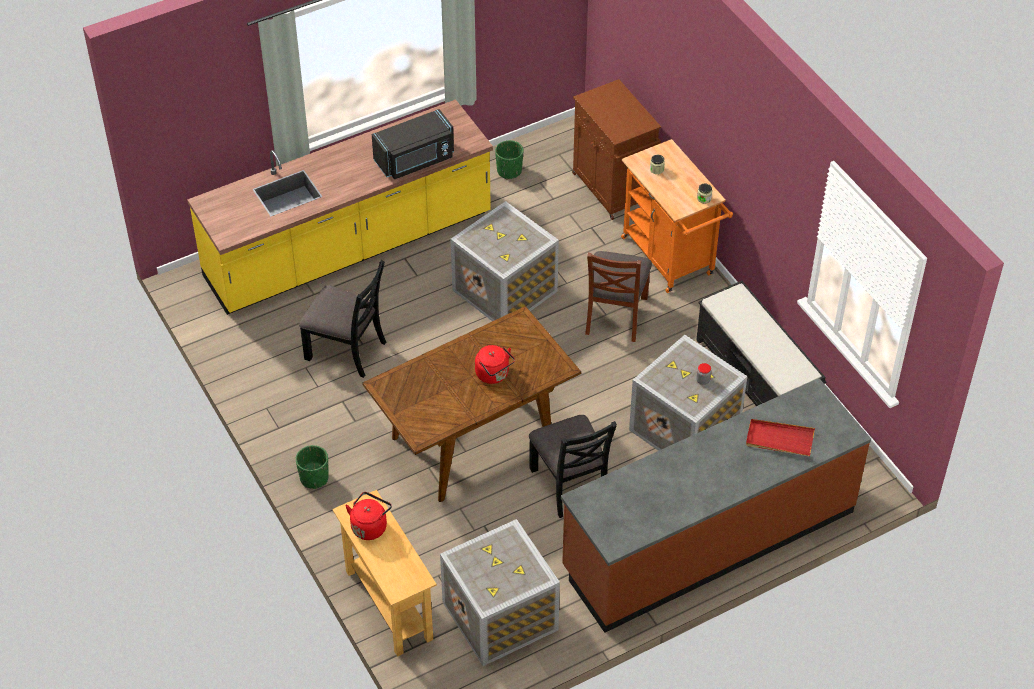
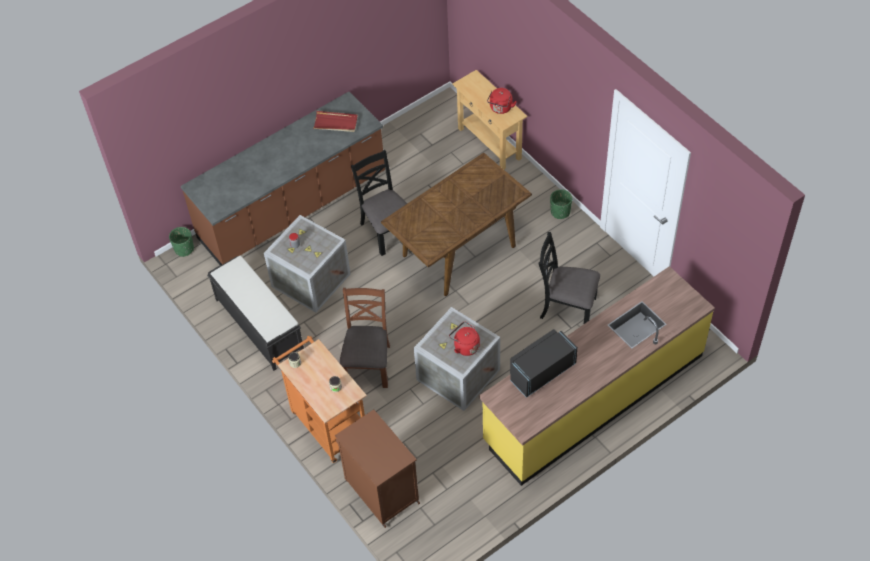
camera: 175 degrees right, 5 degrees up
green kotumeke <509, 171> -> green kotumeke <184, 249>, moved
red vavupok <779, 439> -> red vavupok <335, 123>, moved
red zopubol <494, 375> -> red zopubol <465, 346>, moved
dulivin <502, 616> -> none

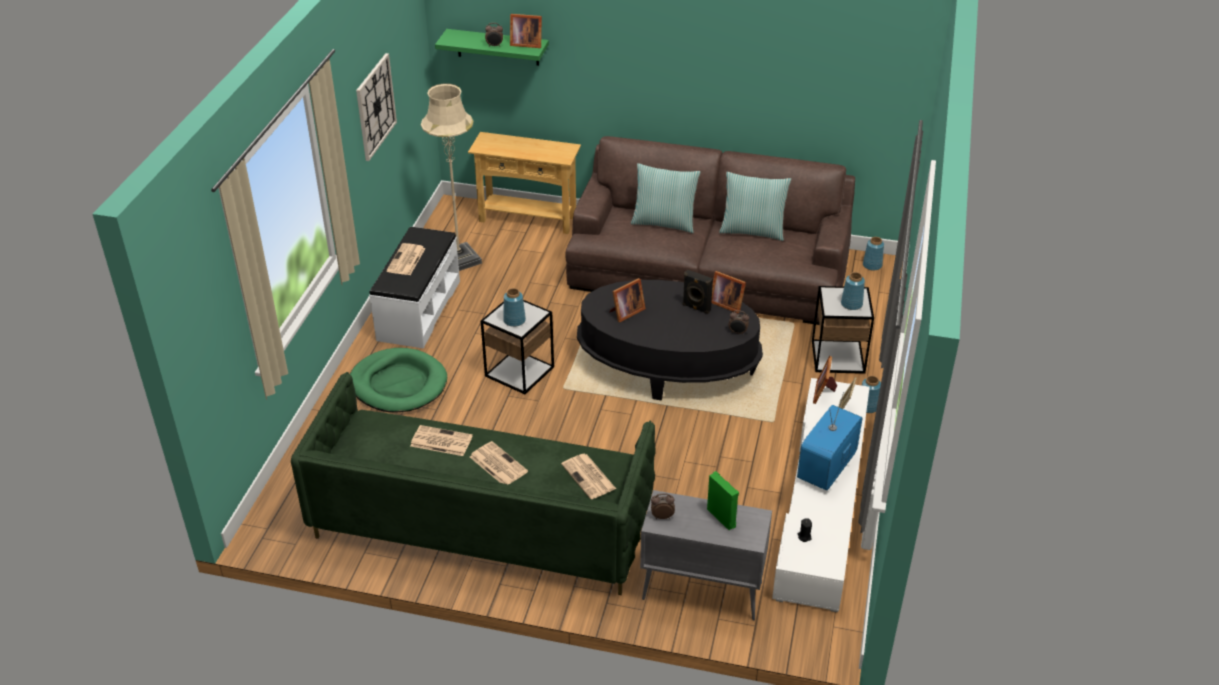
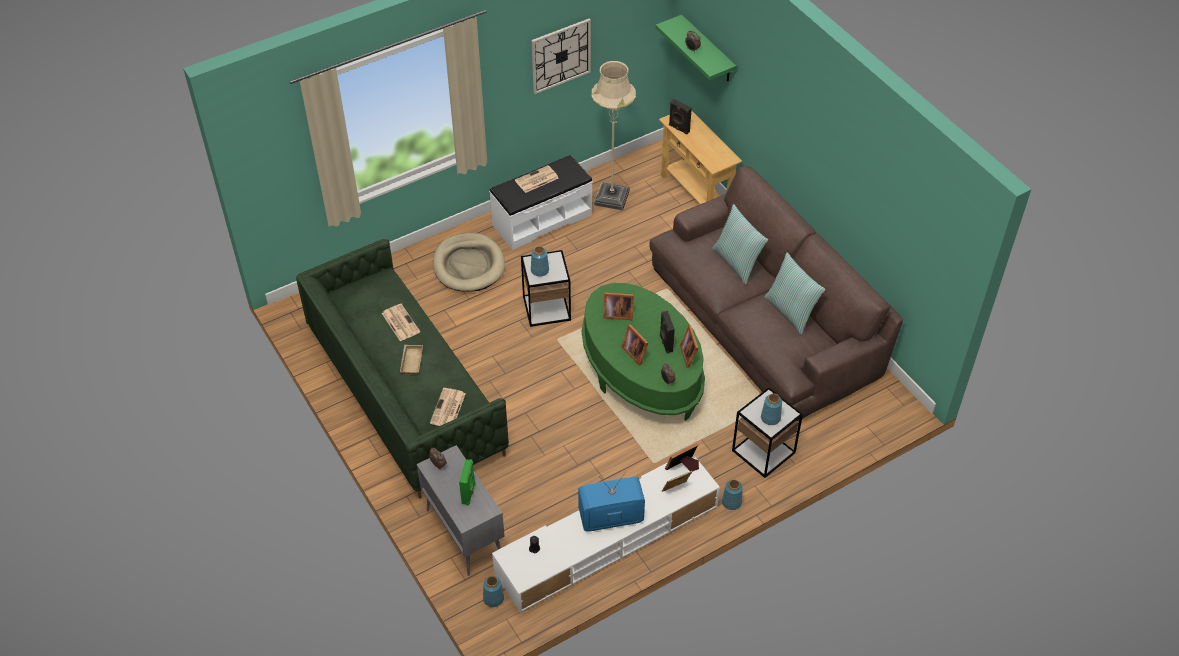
camera: 45 degrees right, 10 degrees up
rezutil <497, 464> -> beige vavupok <410, 361>
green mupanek <398, 384> -> beige mupanek <469, 265>
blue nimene <872, 265> -> blue nimene <493, 598>, moved
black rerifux <667, 365> -> green rerifux <641, 372>
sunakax <525, 43> -> sunakax <635, 352>, moved
none -> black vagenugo <678, 129>

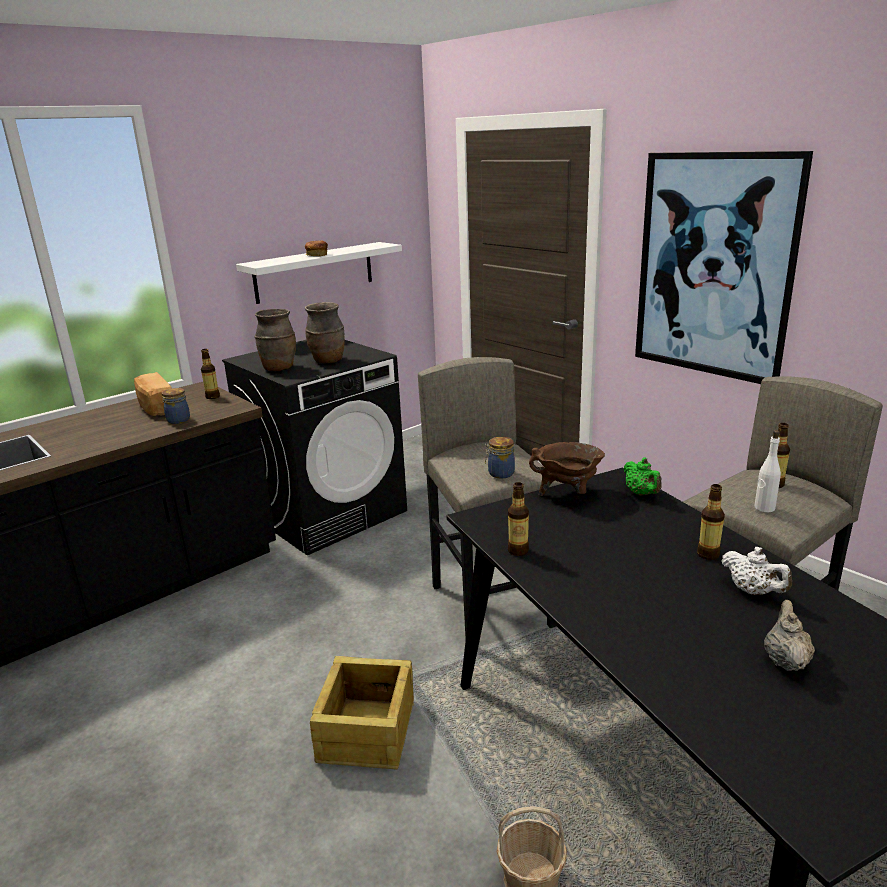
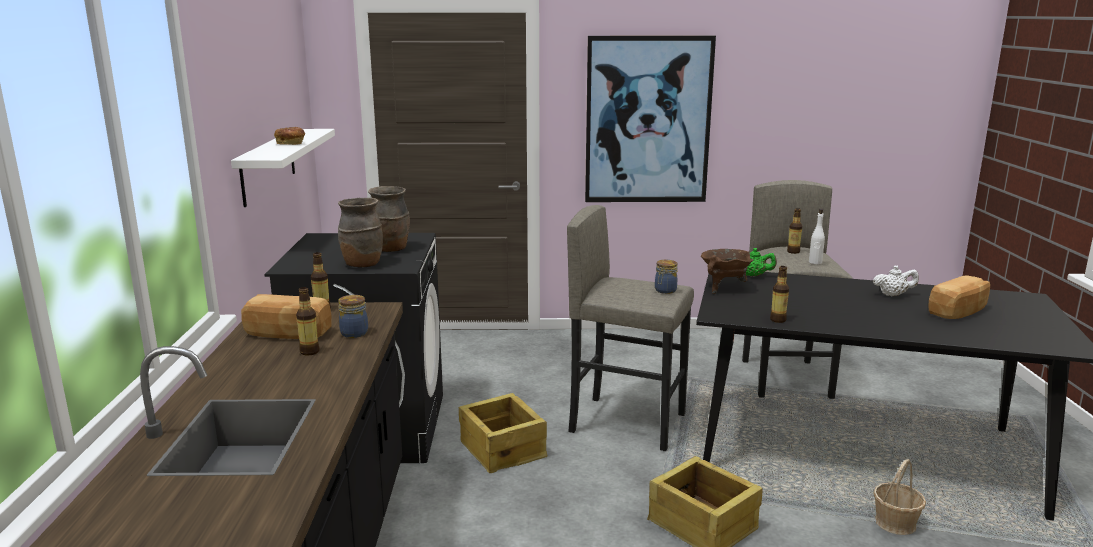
camera: 50 degrees left, 5 degrees down
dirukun <708, 554> -> dirukun <309, 352>, moved
none -> dulivin <503, 449>
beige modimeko <785, 660> -> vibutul <959, 312>

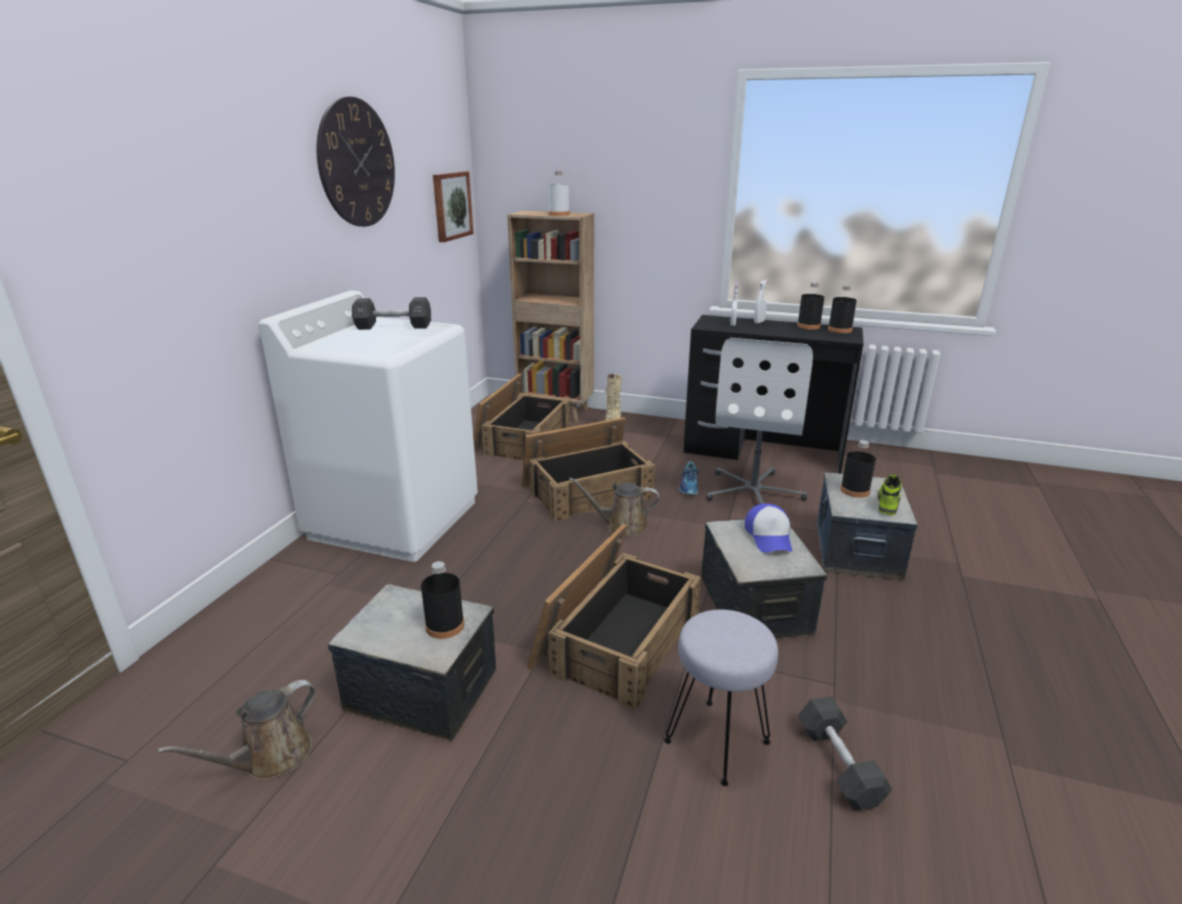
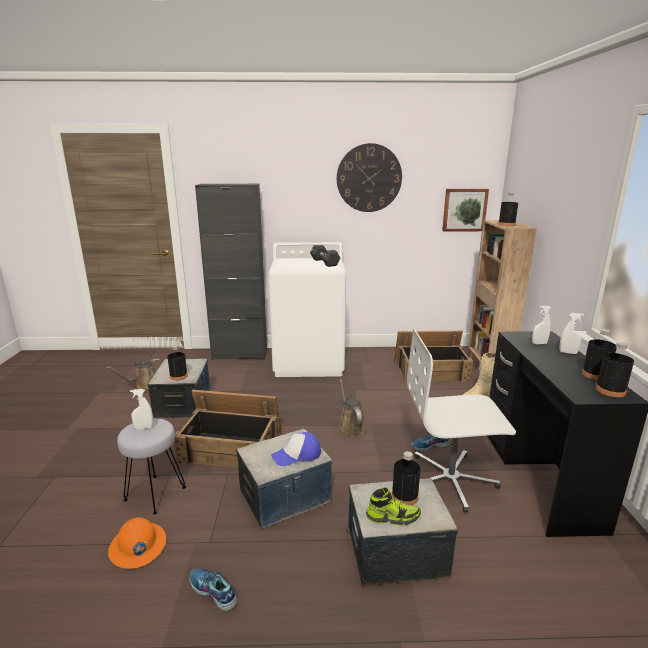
camera: 70 degrees right, 5 degrees down
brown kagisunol <270, 758> -> brown kagisunol <144, 386>, 60 degrees counterclockwise
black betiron <839, 764> -> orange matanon <137, 546>
none -> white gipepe <144, 428>
none -> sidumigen <213, 592>
none -> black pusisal <240, 354>
white dirukun <559, 214> -> black dirukun <506, 225>
dulivin <587, 490> -> none

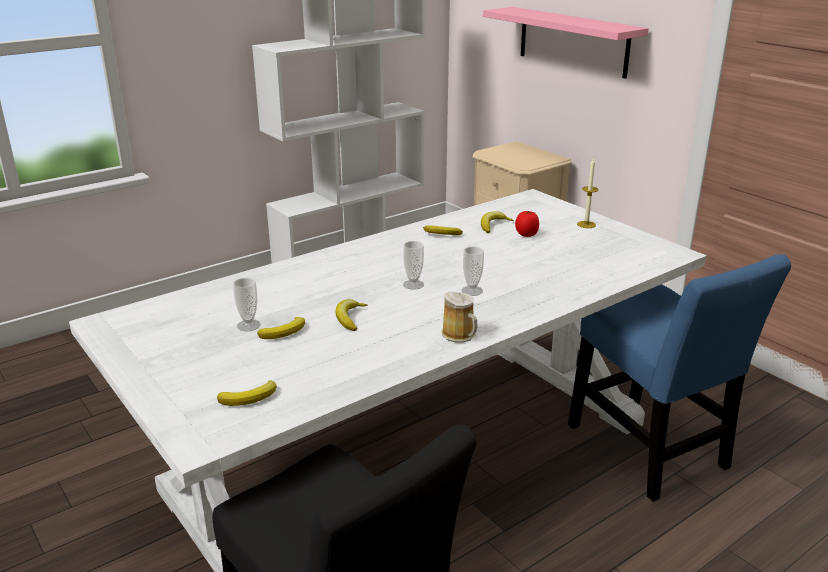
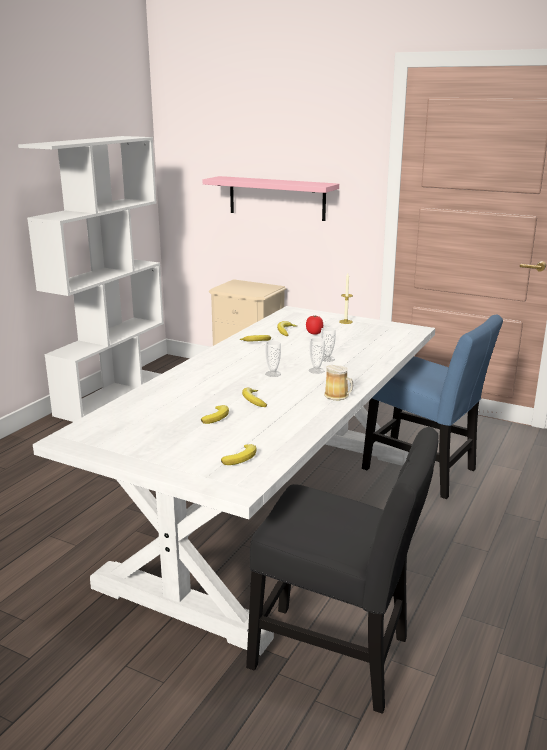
camera: 25 degrees left, 5 degrees down
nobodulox <248, 325> -> nobodulox <327, 359>, moved

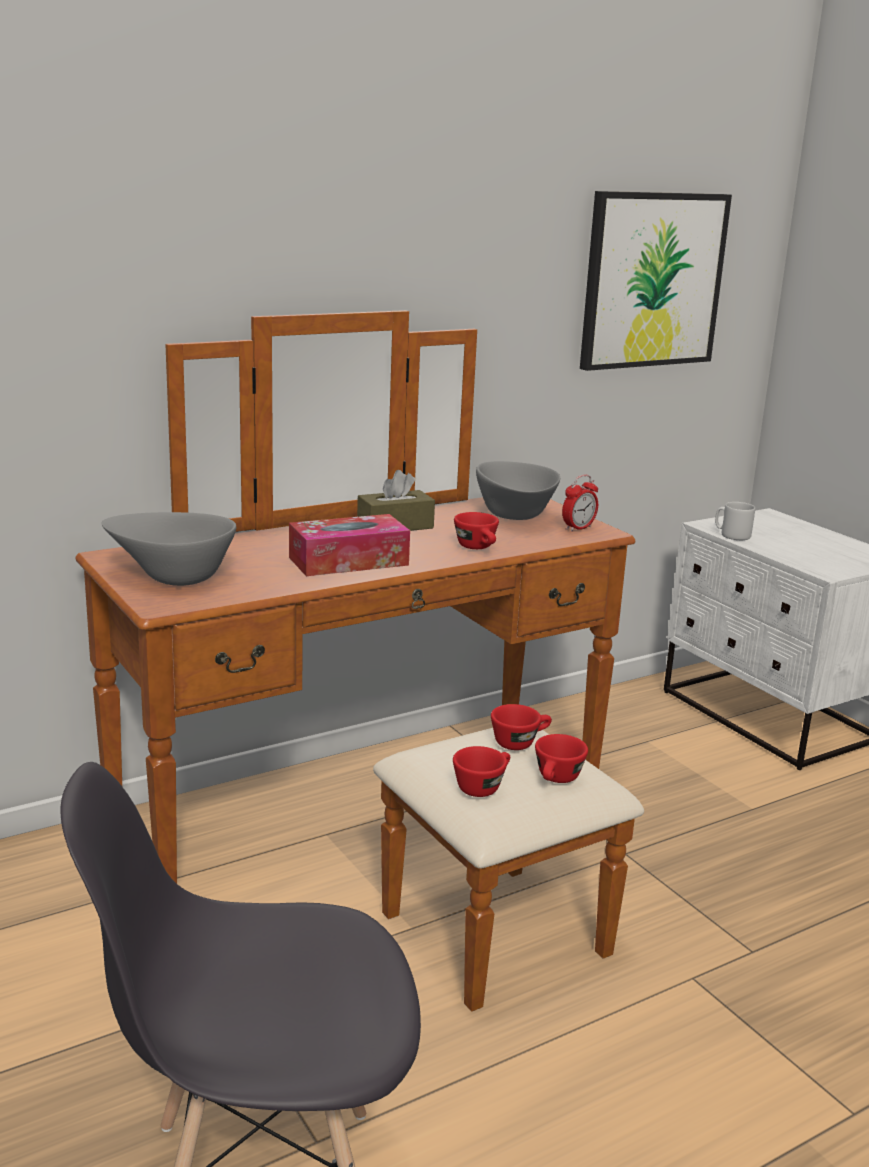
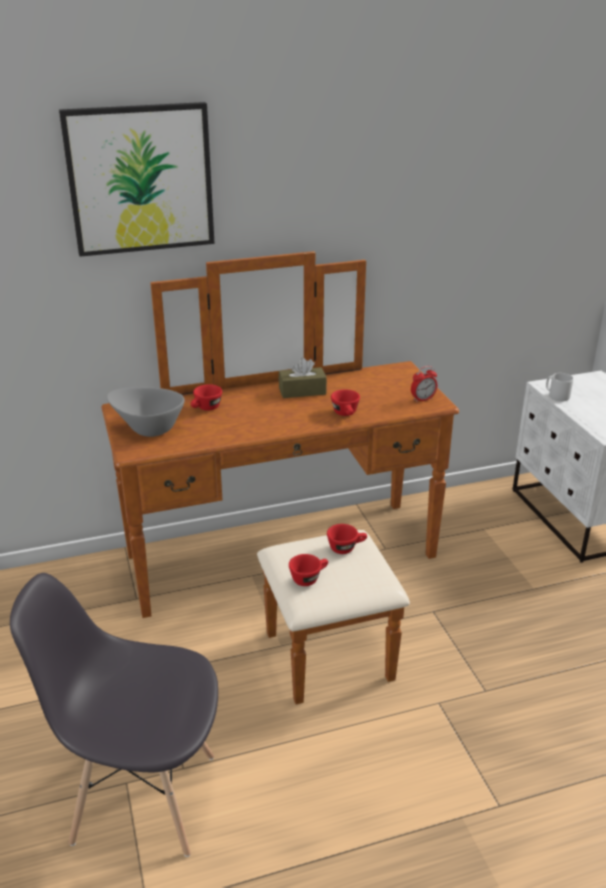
camera: 15 degrees right, 10 degrees up
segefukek <652, 280> -> segefukek <140, 179>, moved
red nobodulox <557, 779> -> red nobodulox <206, 408>, moved
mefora <348, 561> -> none
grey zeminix <515, 517> -> none

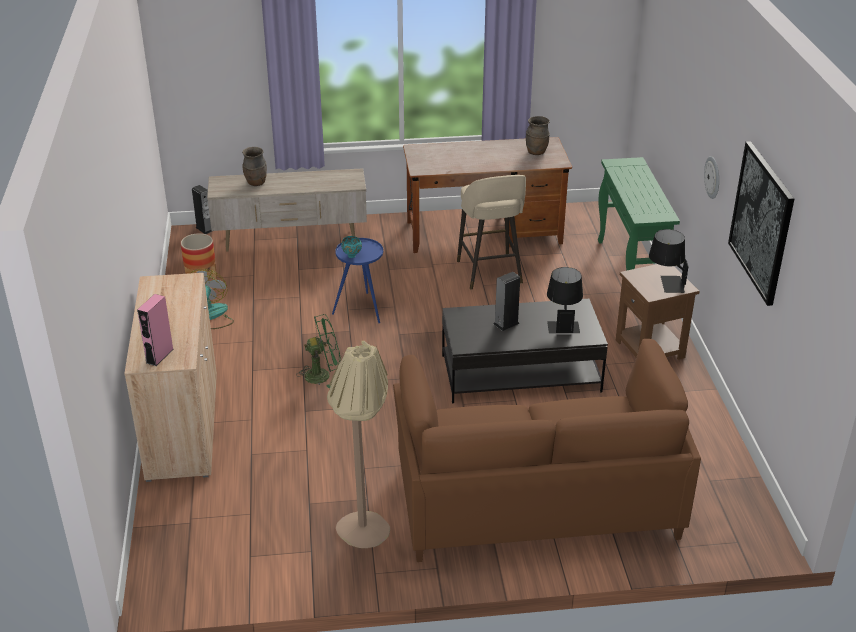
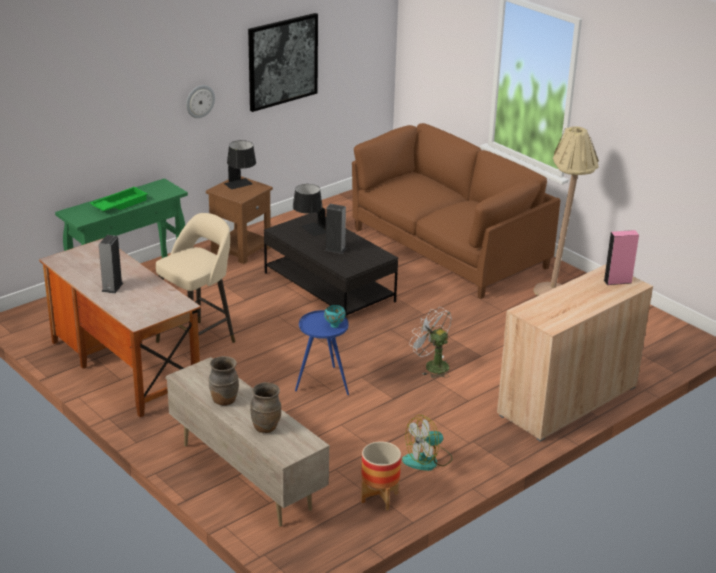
camera: 125 degrees left, 5 degrees down
none -> green vavupok <119, 204>
vagenugo <205, 228> -> vagenugo <112, 287>, moved
brown nimene <536, 152> -> brown nimene <224, 400>, moved
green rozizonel <323, 375> -> white rozizonel <432, 365>

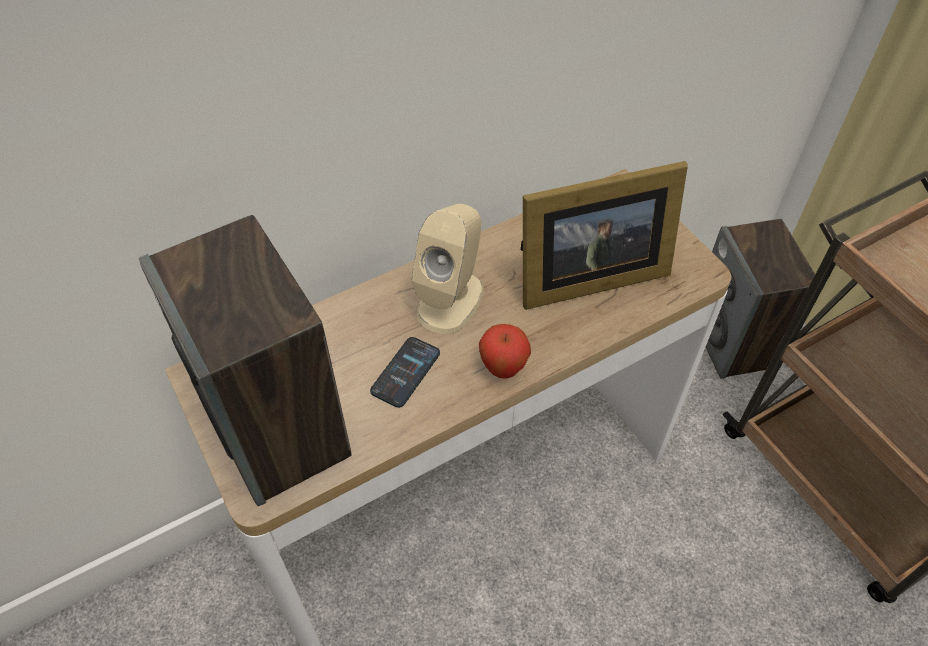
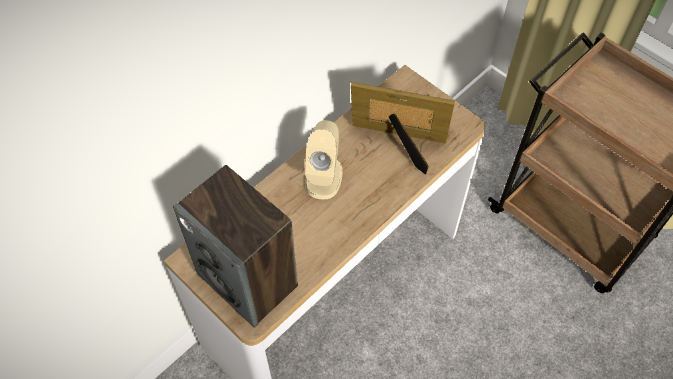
camera: 15 degrees left, 5 degrees up
sunakax <585, 276> -> sunakax <400, 143>, 135 degrees counterclockwise
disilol <405, 372> -> none
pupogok <503, 368> -> none
vagenugo <733, 341> -> none

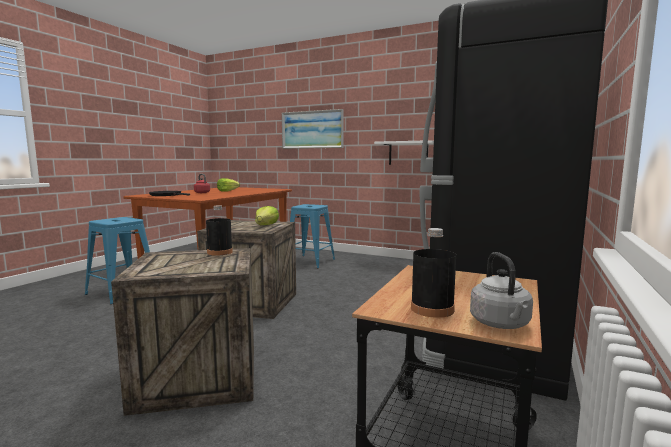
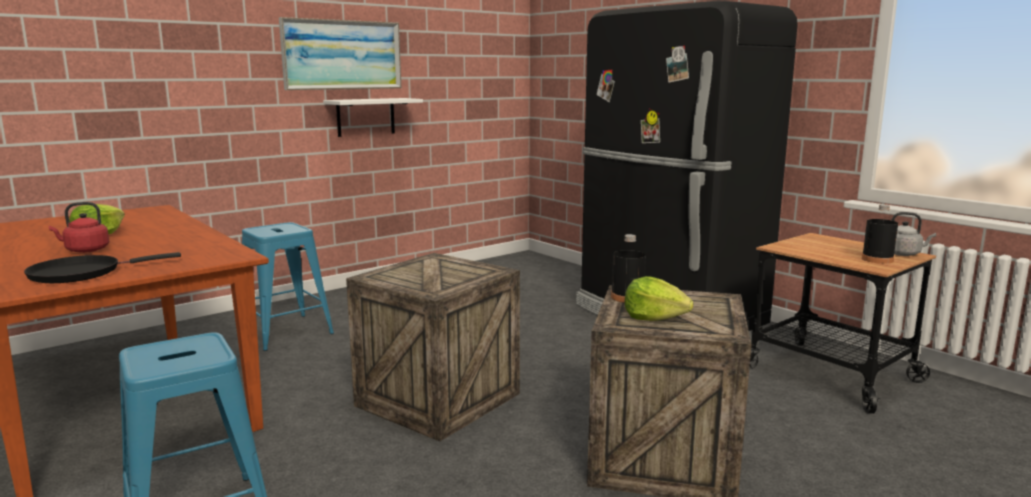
camera: 65 degrees left, 5 degrees up
segefukek <312, 129> -> segefukek <342, 55>, moved
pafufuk <266, 225> -> pafufuk <654, 317>, moved

